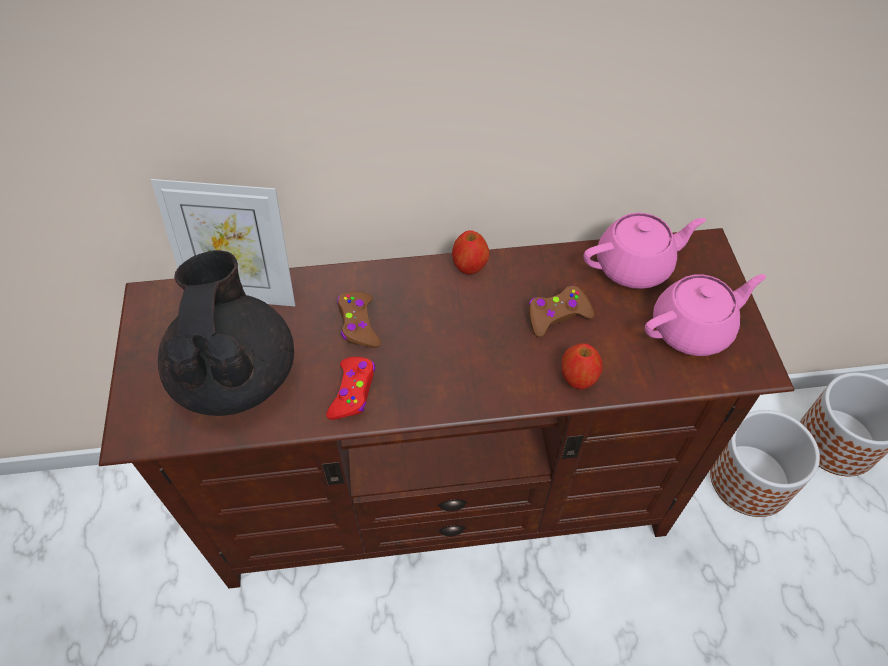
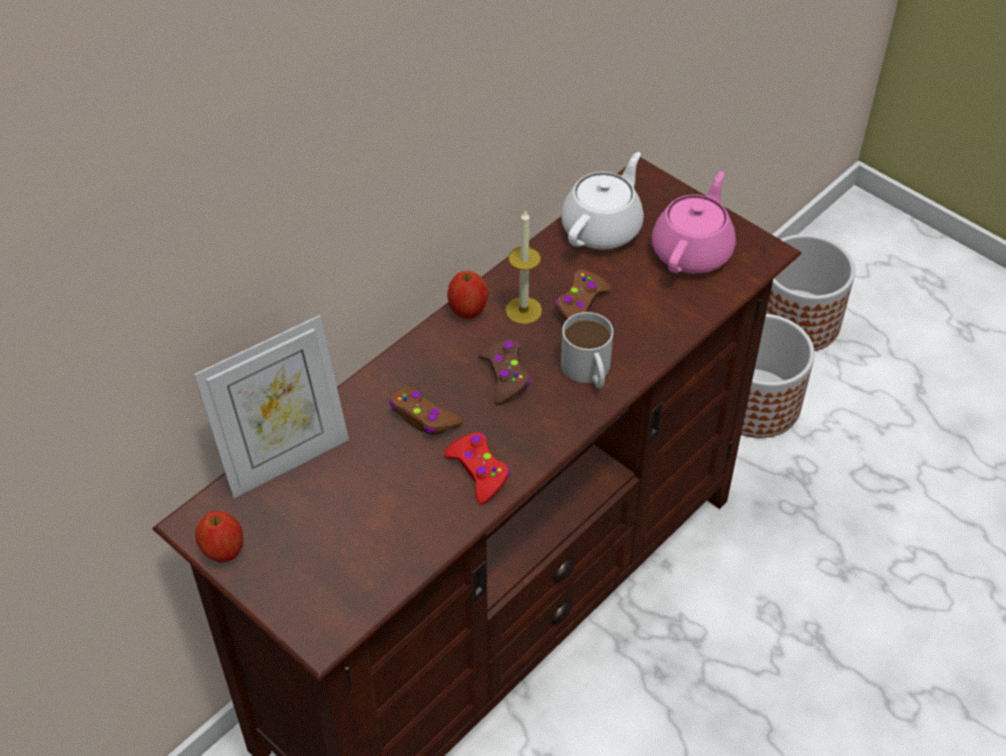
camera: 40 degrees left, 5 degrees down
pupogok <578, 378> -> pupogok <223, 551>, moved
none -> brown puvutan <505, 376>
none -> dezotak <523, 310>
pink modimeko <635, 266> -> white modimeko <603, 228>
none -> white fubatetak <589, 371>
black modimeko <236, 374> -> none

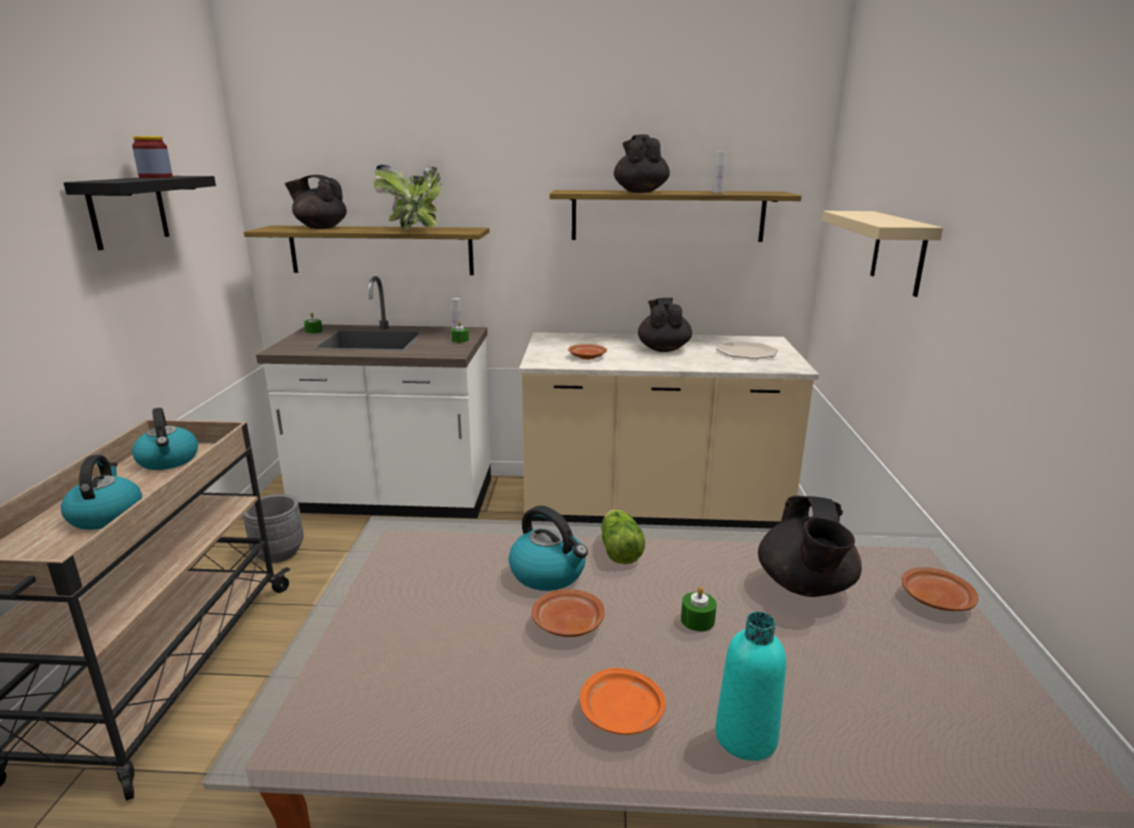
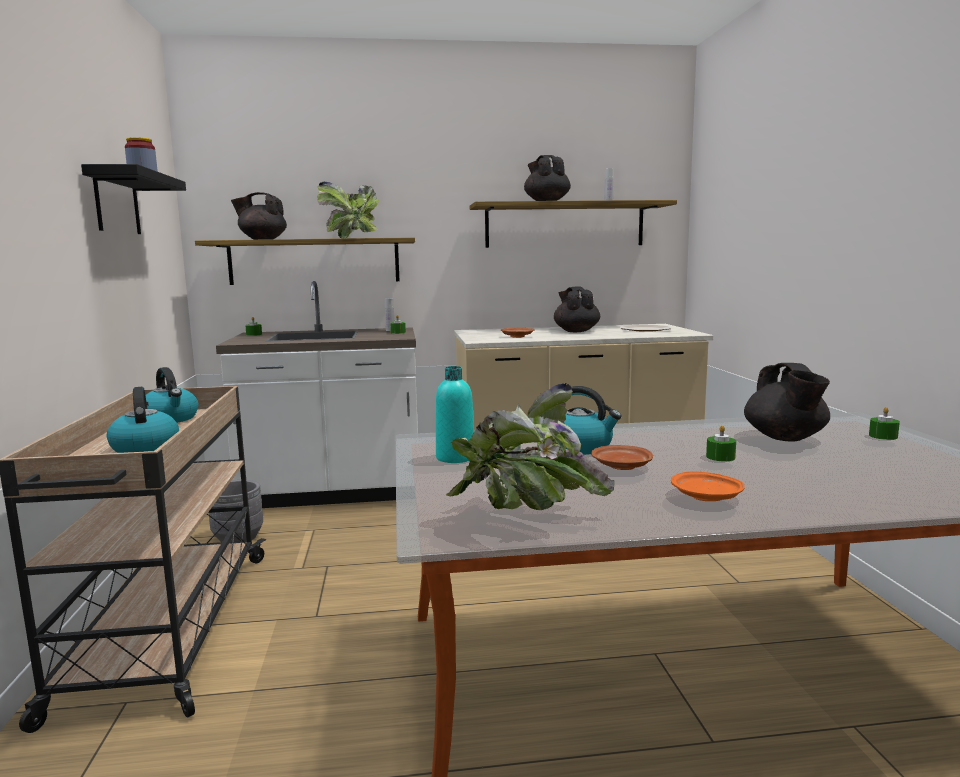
camera: 10 degrees left, 10 degrees down
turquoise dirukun <746, 737> -> turquoise dirukun <455, 458>, moved
none -> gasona <525, 514>
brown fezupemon <935, 599> -> green dezotak <883, 436>
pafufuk <619, 549> -> none
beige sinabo <898, 252> -> none

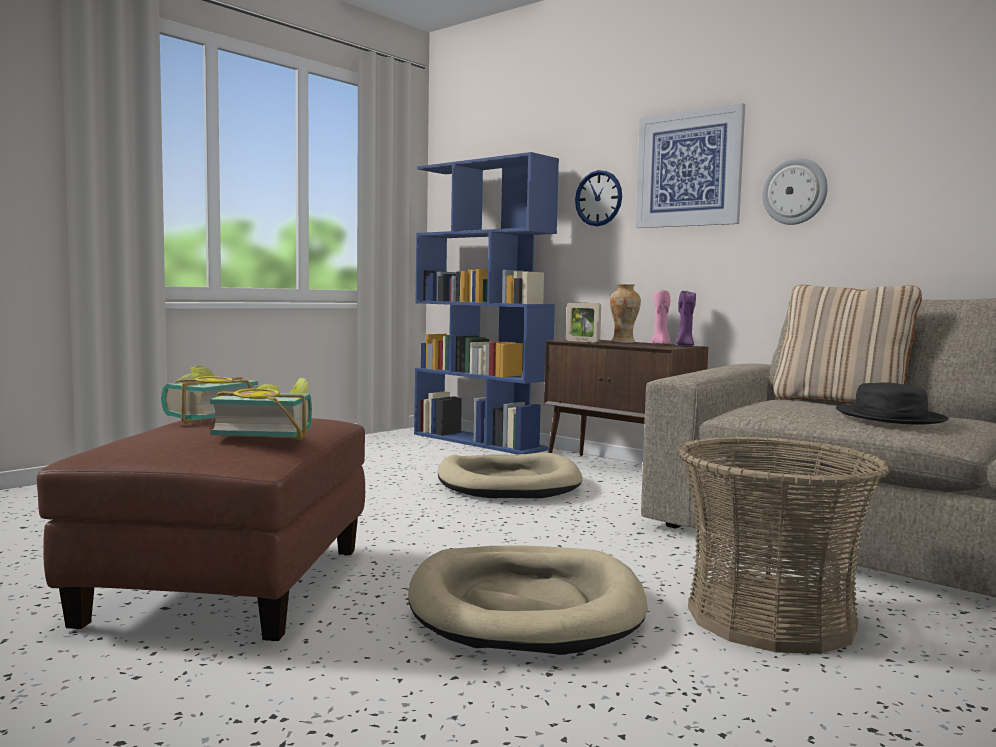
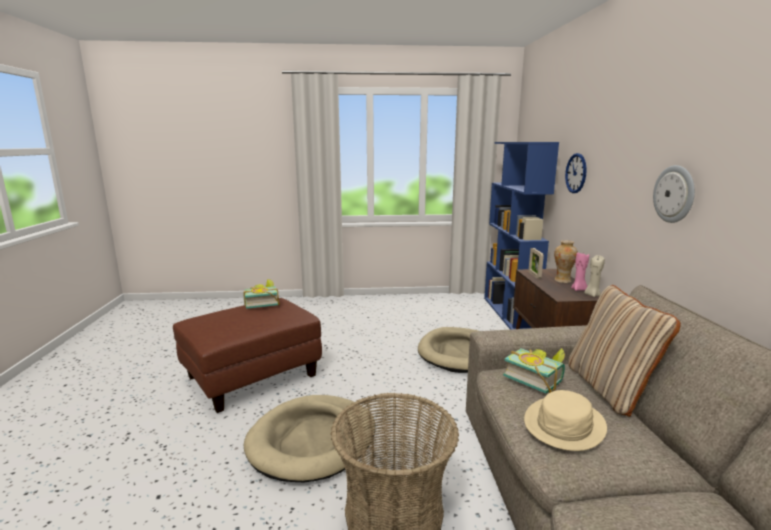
camera: 45 degrees right, 10 degrees up
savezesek <266, 434> -> savezesek <535, 378>, moved
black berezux <890, 417> -> beige berezux <564, 424>
purple dezotak <684, 345> -> beige dezotak <592, 295>
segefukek <689, 169> -> none

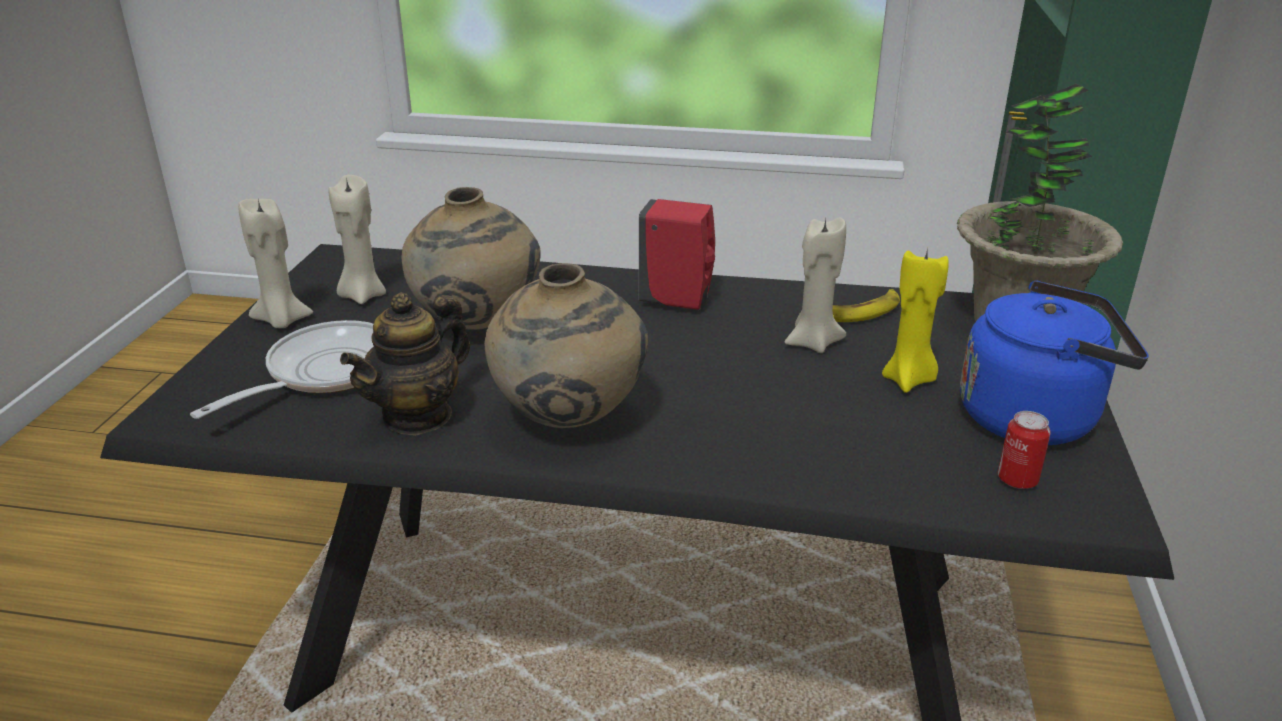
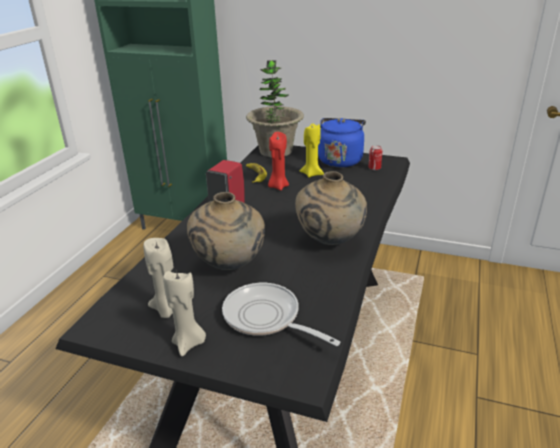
camera: 80 degrees left, 0 degrees up
beige dezotak <812, 342> -> red dezotak <278, 186>
modimeko <418, 416> -> none

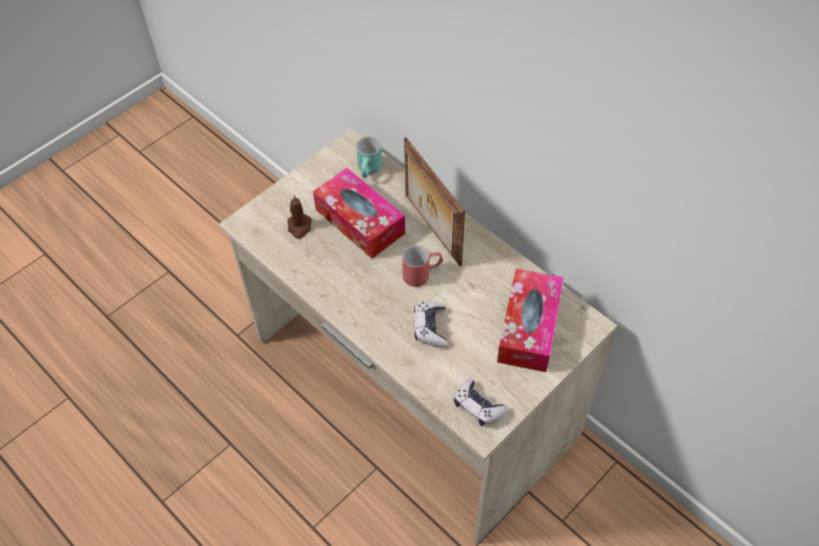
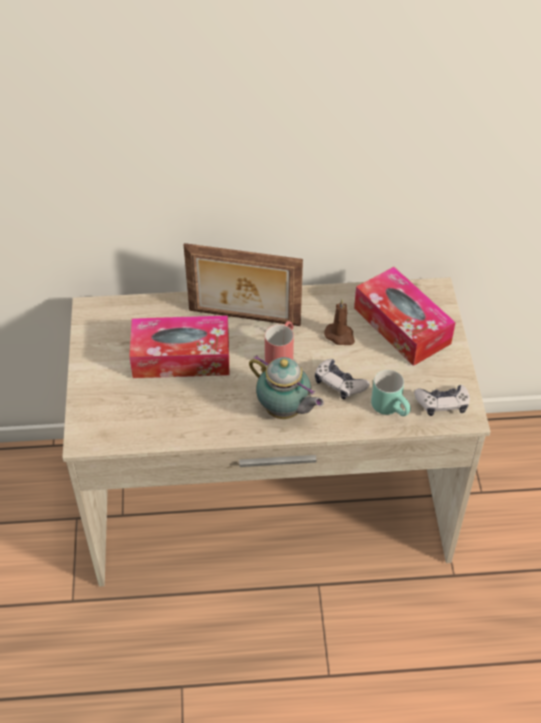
camera: 50 degrees left, 5 degrees down
none -> modimeko <285, 411>
brown dezotak <299, 227> -> brown dezotak <340, 336>, moved
turquoise fubatetak <370, 171> -> turquoise fubatetak <392, 408>, moved

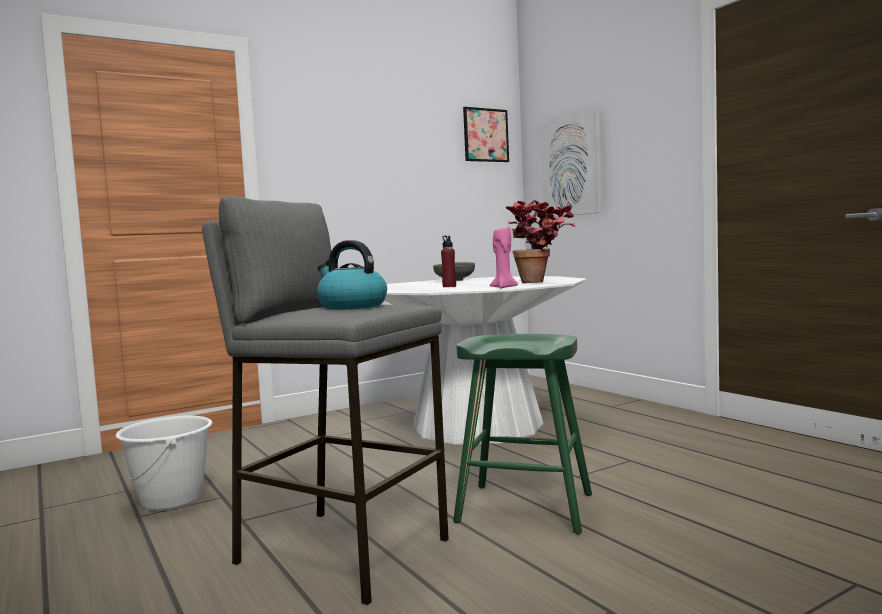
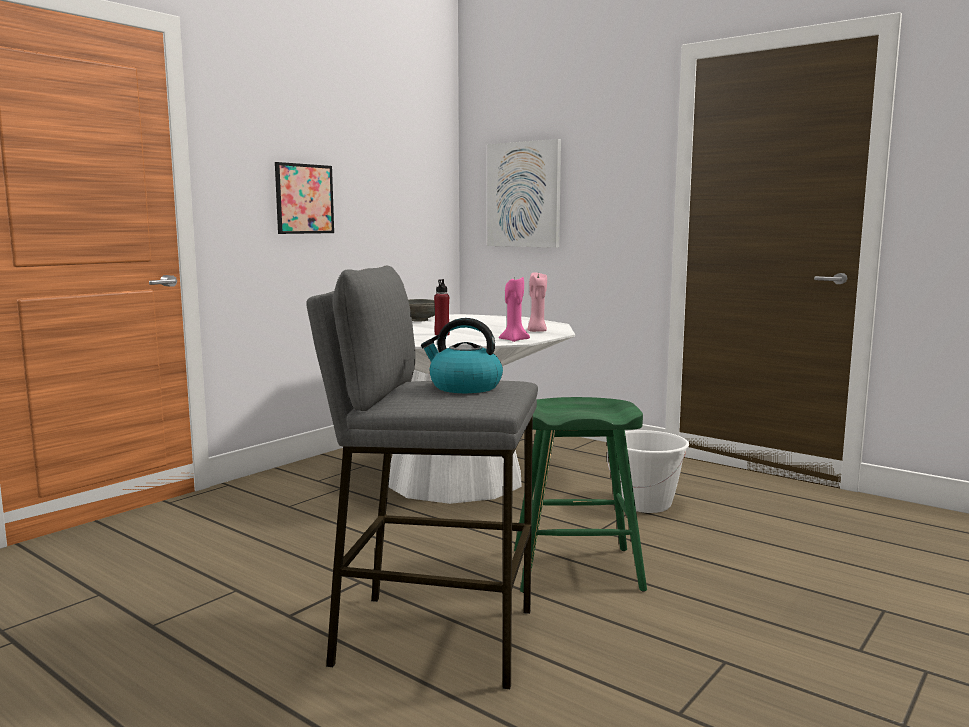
camera: 20 degrees left, 5 degrees up
segefukek <485, 135> -> segefukek <304, 199>, moved
gasona <541, 282> -> pink dezotak <536, 331>
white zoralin <172, 500> -> white zoralin <646, 504>, moved

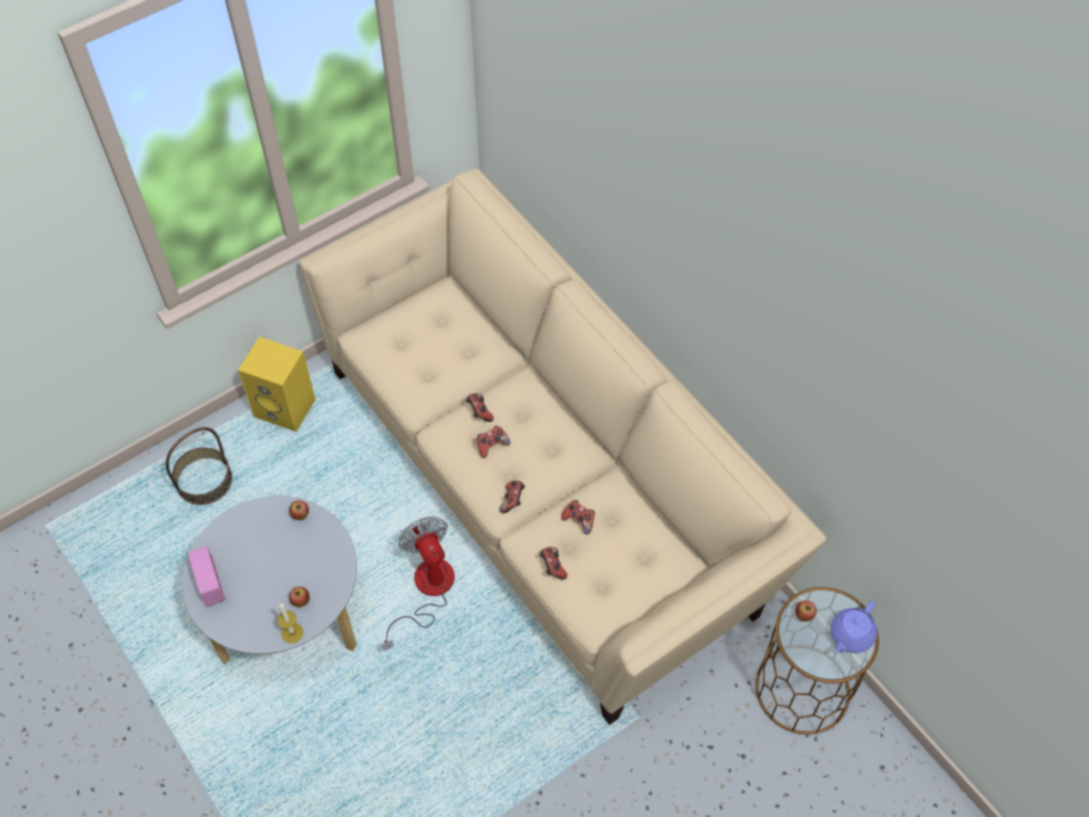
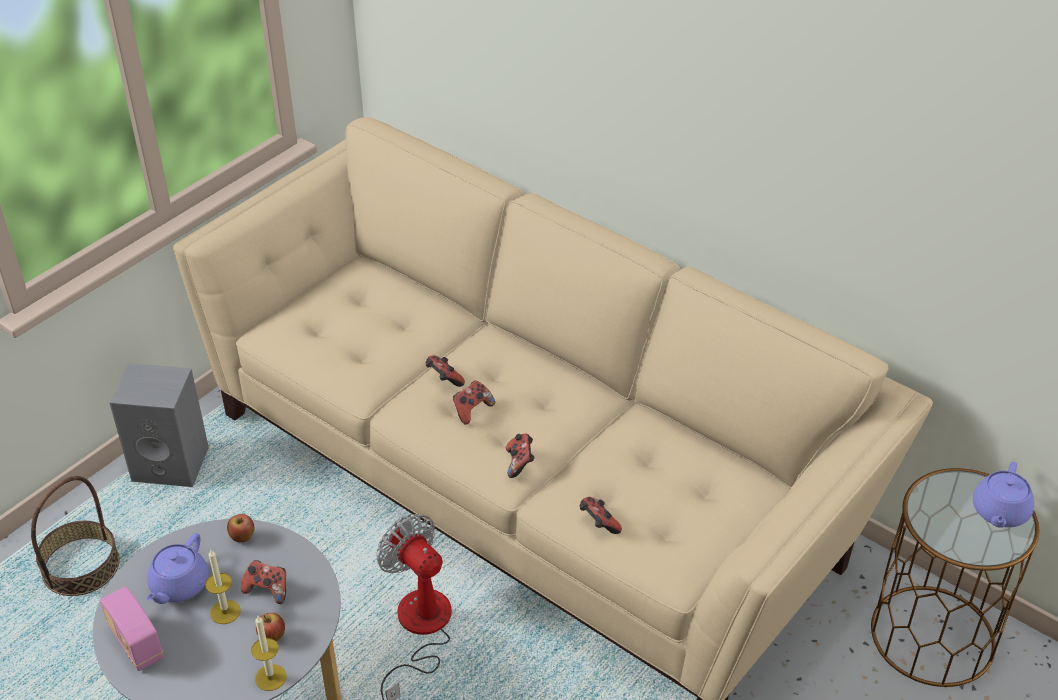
camera: 15 degrees left, 15 degrees down
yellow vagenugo <287, 408> -> grey vagenugo <173, 464>
none -> purple modimeko <179, 586>
none -> dezotak <225, 612>
puvutan <579, 520> -> puvutan <267, 590>, moved
pupogok <803, 616> -> none

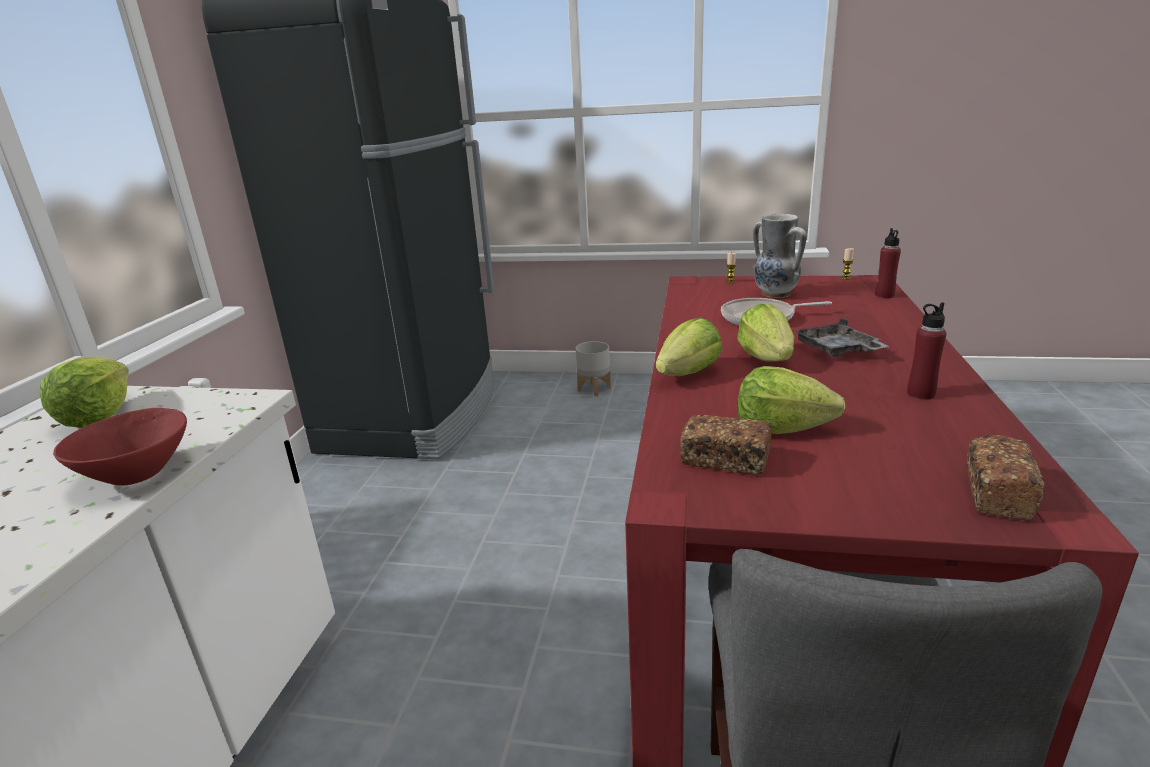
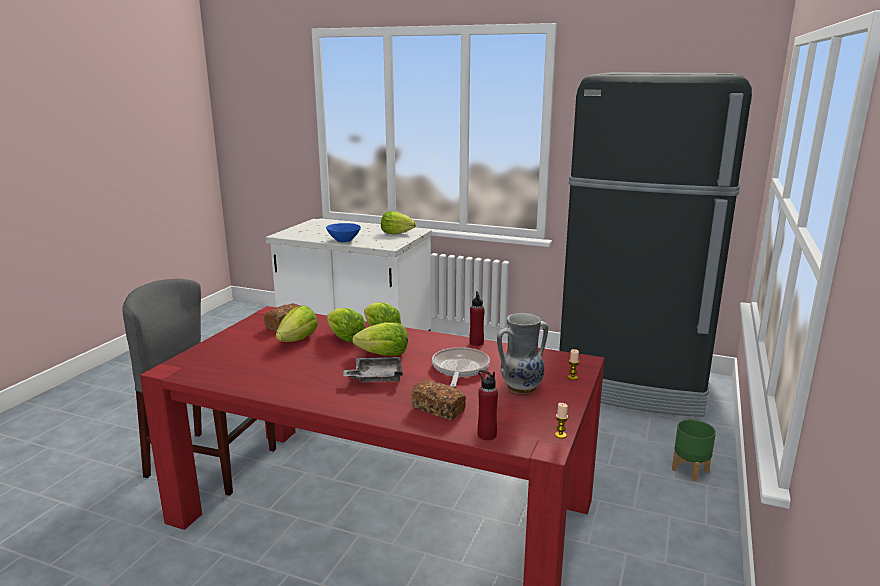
camera: 100 degrees right, 5 degrees down
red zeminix <139, 473> -> blue zeminix <344, 241>
none -> pafufuk <345, 338>
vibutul <997, 493> -> vibutul <438, 409>, moved
red dirukun <920, 394> -> red dirukun <476, 343>, moved
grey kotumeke <594, 389> -> green kotumeke <690, 471>

